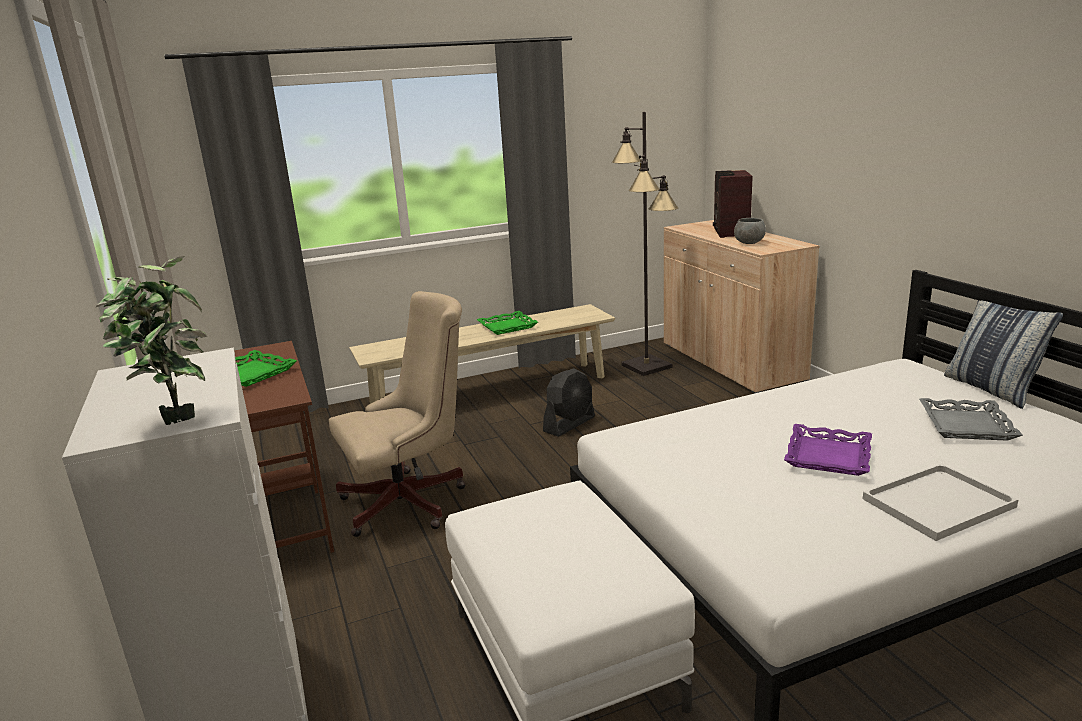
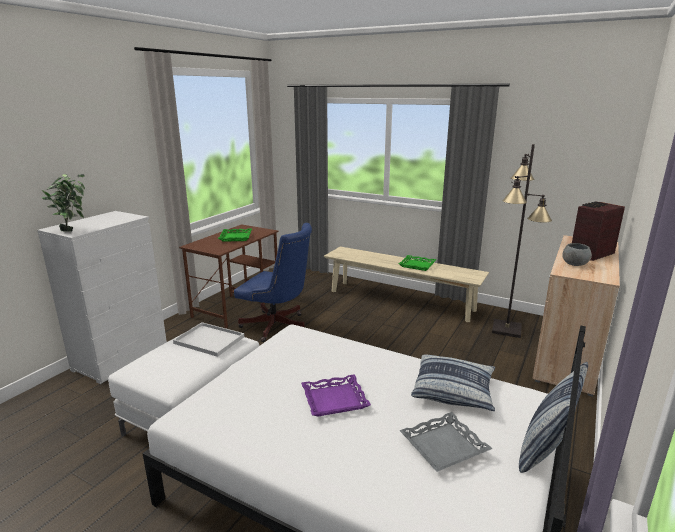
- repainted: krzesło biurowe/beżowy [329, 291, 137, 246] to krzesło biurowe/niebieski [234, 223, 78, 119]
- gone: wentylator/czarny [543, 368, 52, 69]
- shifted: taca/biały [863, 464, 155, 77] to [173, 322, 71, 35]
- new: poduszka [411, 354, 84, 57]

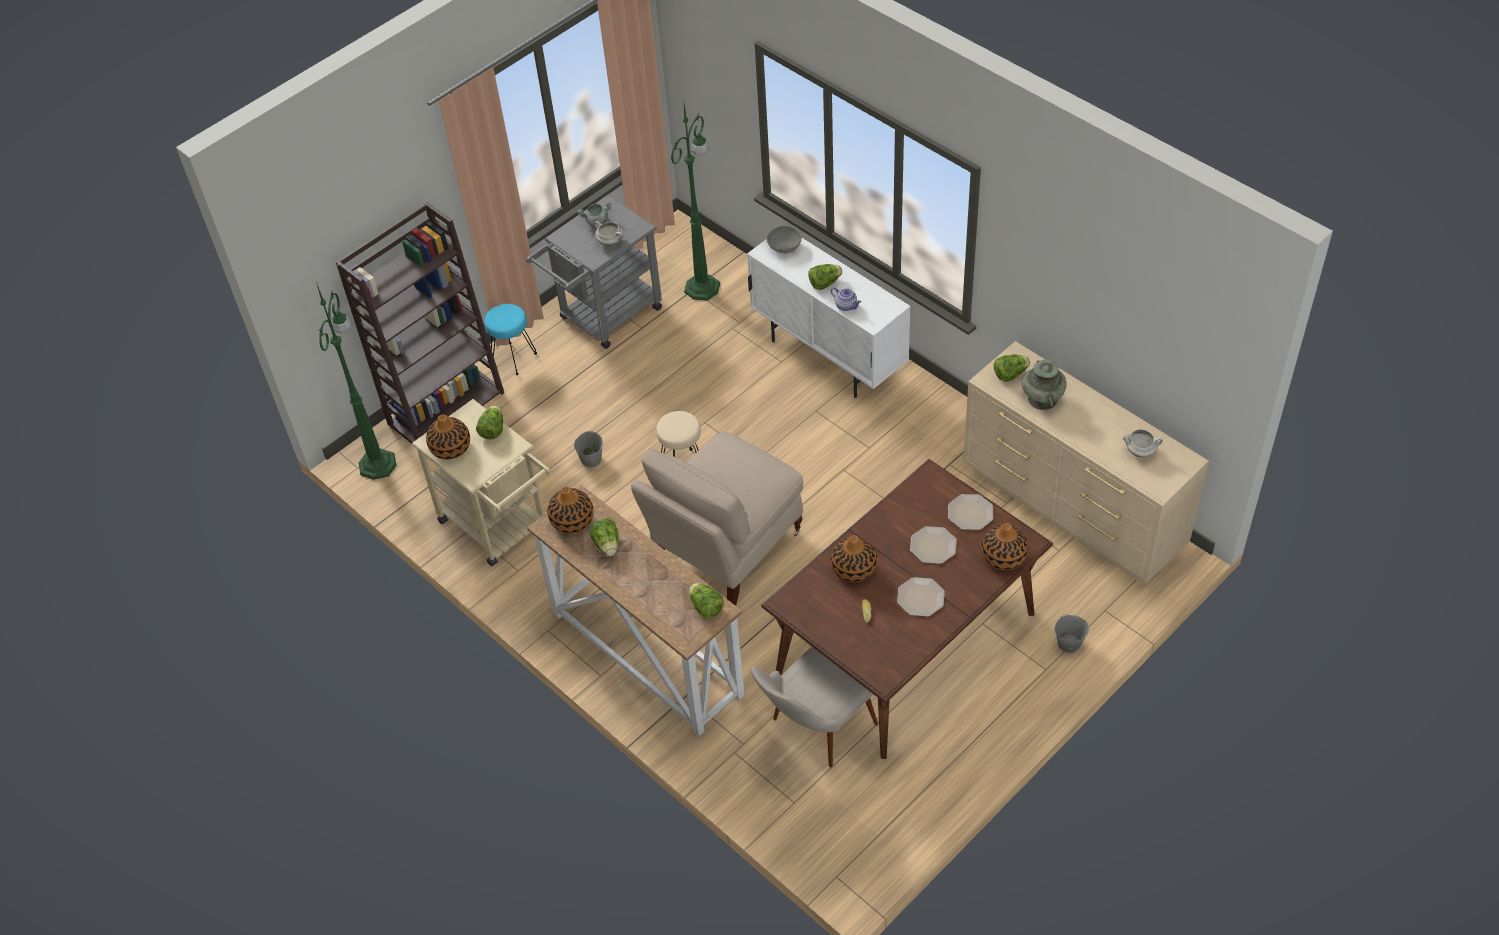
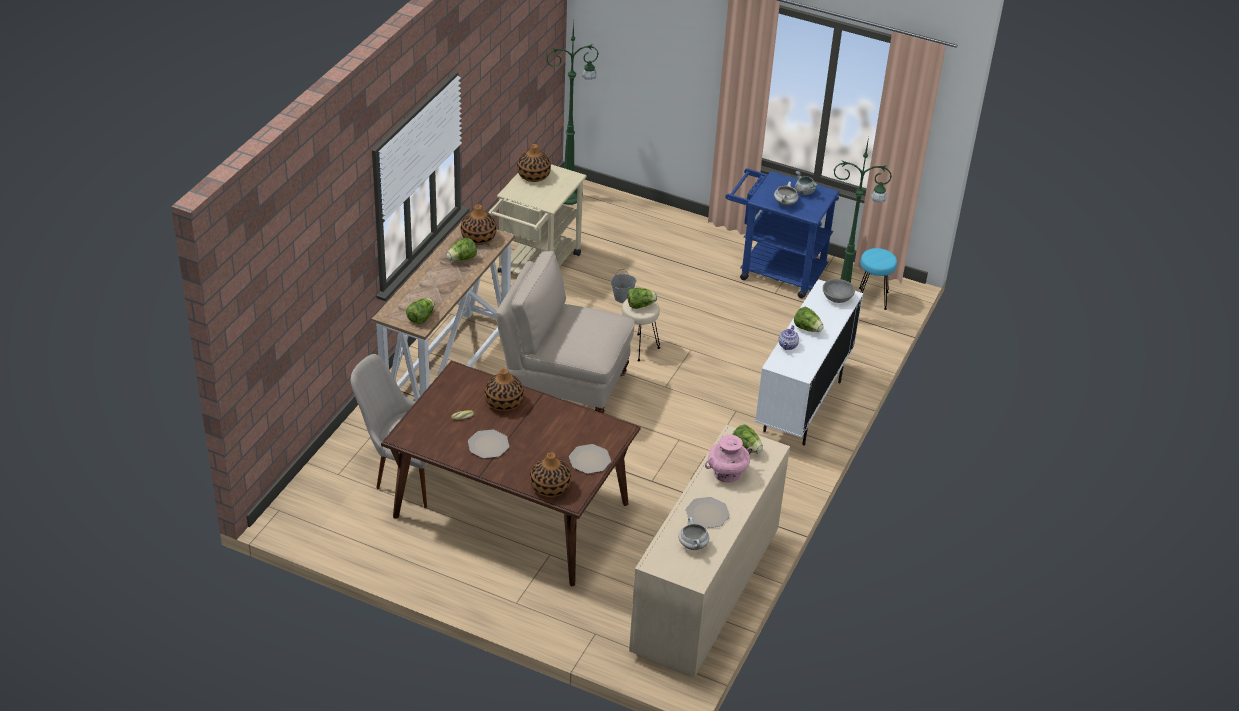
- repainted: wózek/szary [526, 195, 136, 154] to wózek/niebieski [725, 168, 114, 130]
- gone: regał/brązowy [336, 202, 168, 241]
- shifted: stołek/turkusowy [484, 304, 53, 71] to [859, 248, 38, 62]
- repainted: wazon/turkusowy [1022, 360, 45, 50] to wazon/różowy [705, 435, 48, 48]
- shifted: sałata [476, 406, 27, 34] to [628, 288, 29, 21]
- shifted: talerz [910, 526, 47, 38] to [686, 497, 44, 31]
- gone: wiadro/szary [1054, 614, 35, 39]

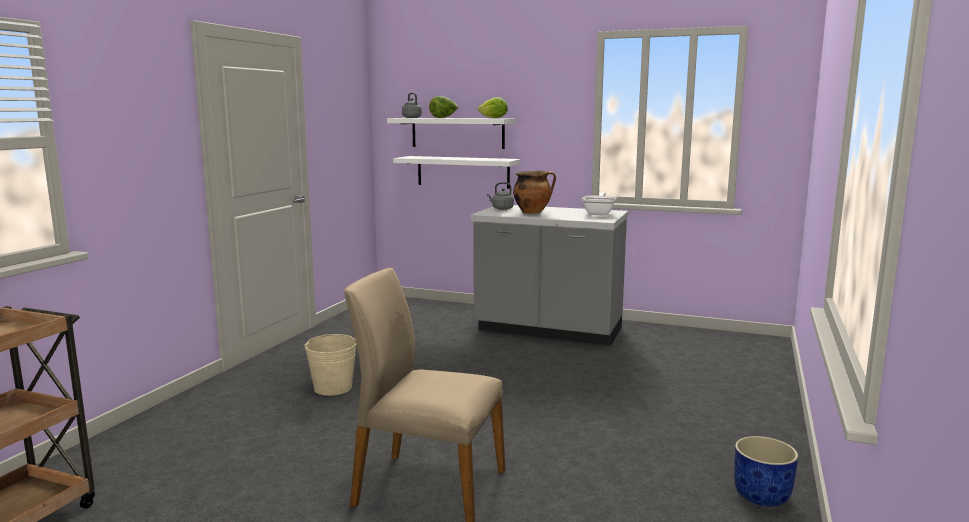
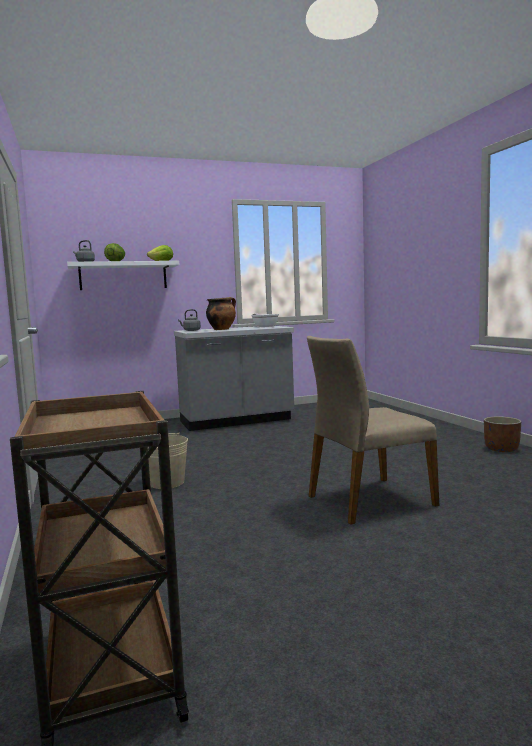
- gone: półka/biały [393, 156, 128, 33]
- repainted: donica/niebieski [734, 436, 64, 71] to donica/brązowy [484, 416, 37, 36]

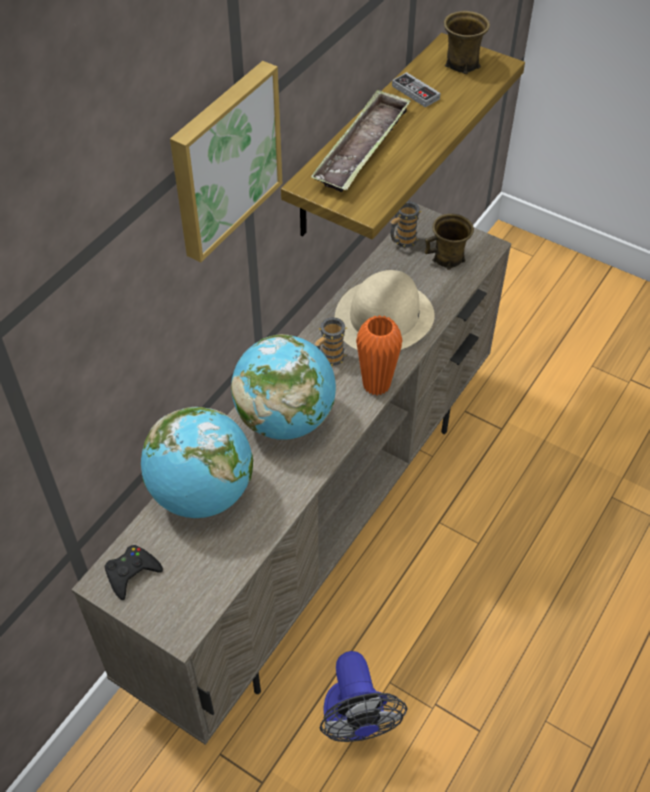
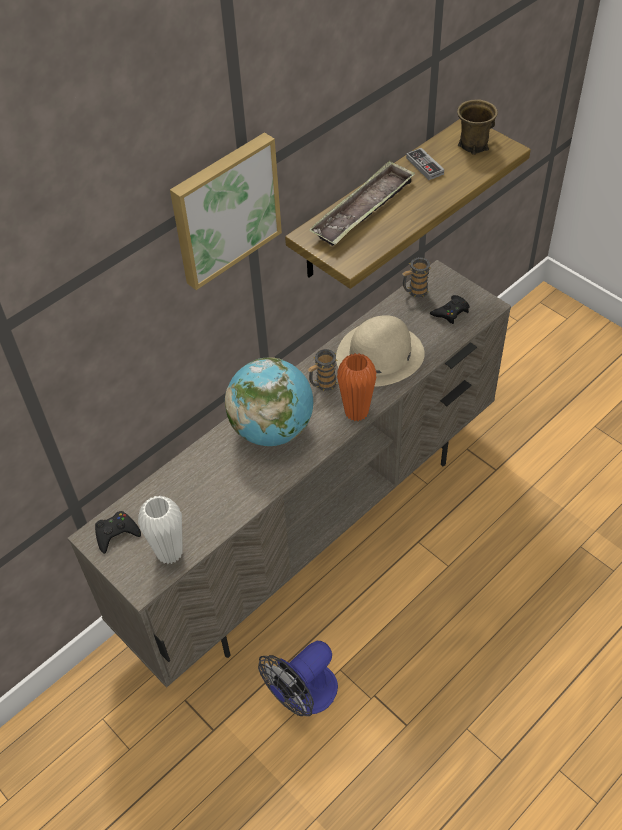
- swapped: kubek/brązowy [425, 214, 49, 56] to pad do gier/czarny [430, 295, 39, 29]
- gone: globus [141, 407, 112, 111]
- rotated: wentylator [320, 651, 87, 91] = [258, 641, 80, 75] 45 degrees clockwise
- new: wazon/biały [138, 496, 44, 68]

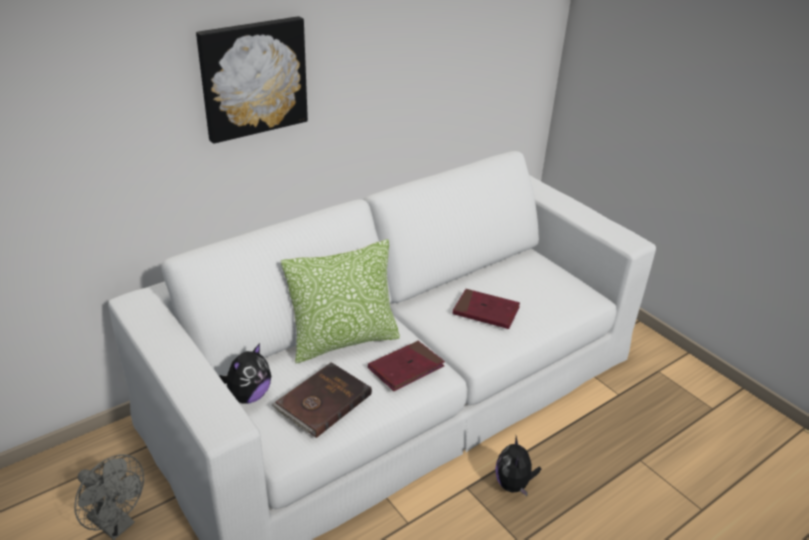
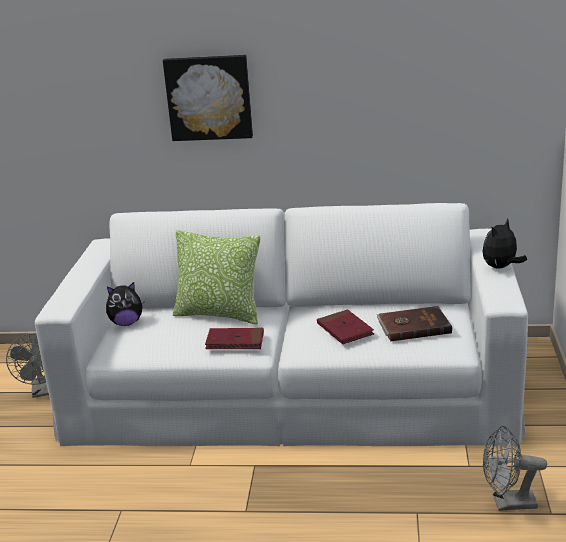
- shifted: książka/brązowy [272, 362, 100, 76] to [377, 306, 75, 35]
- shifted: pluszak [495, 436, 46, 60] to [482, 218, 45, 51]
- new: wentylator/szary [483, 425, 64, 86]

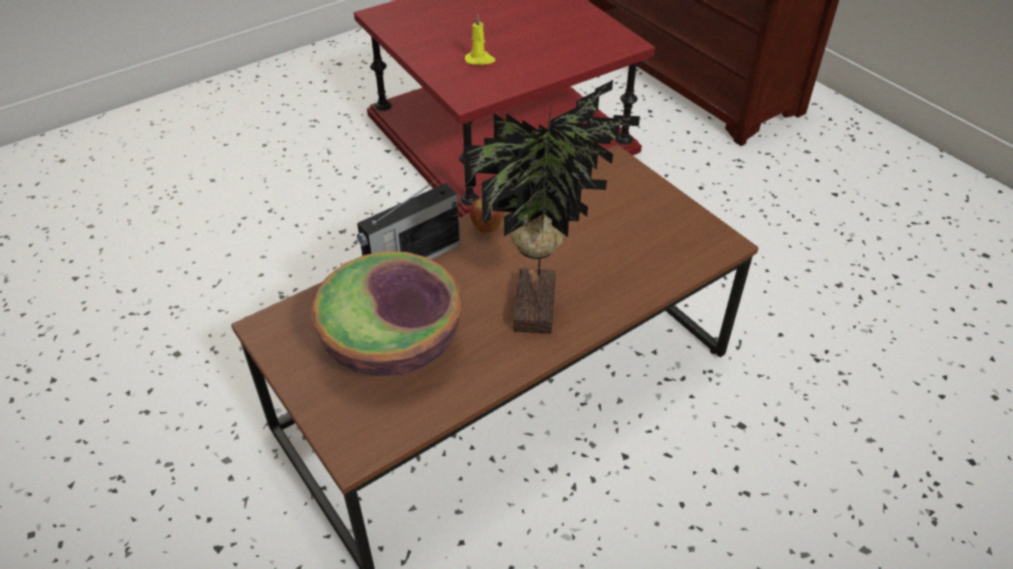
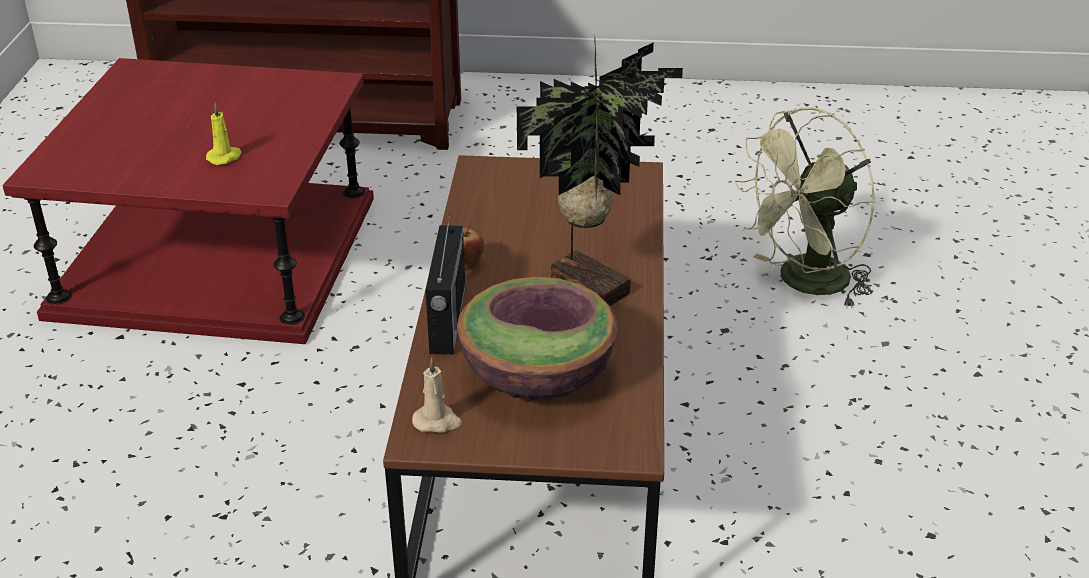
- new: wentylator/zielony [735, 107, 140, 202]
- new: świeca/beżowy [412, 358, 50, 75]

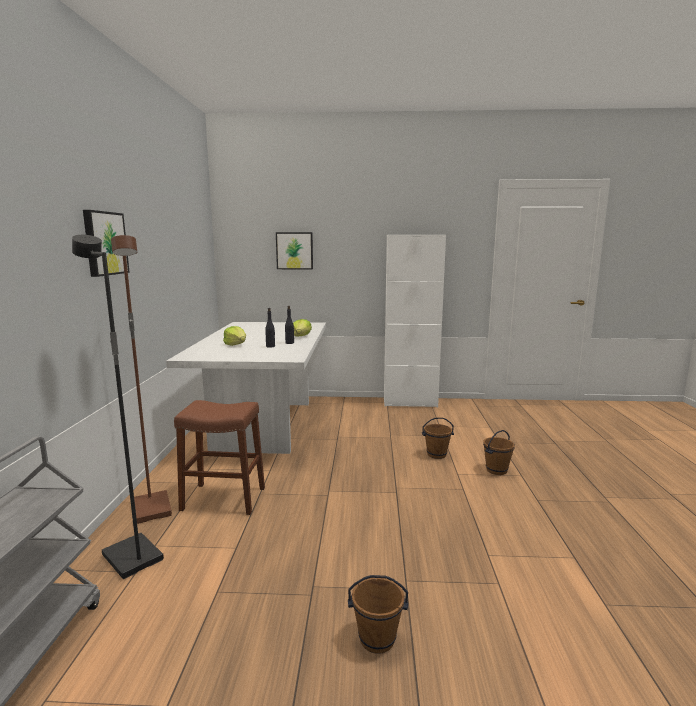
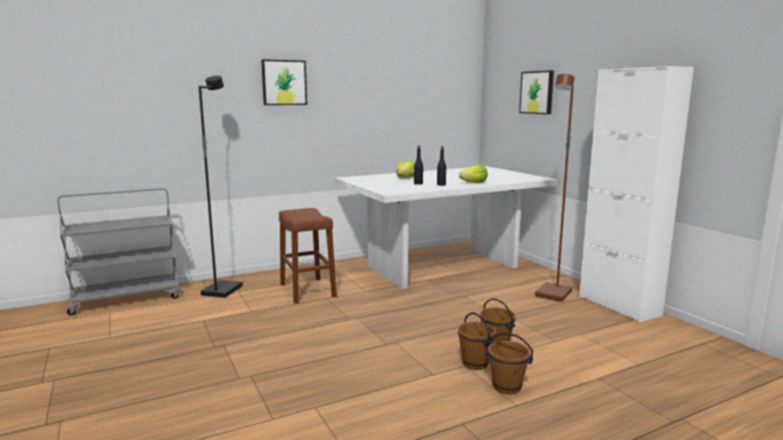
- shifted: lampa stojąca/brązowy [111, 235, 61, 289] to [535, 74, 40, 228]
- shifted: wiadro/brązowy [348, 575, 60, 79] to [458, 312, 38, 58]

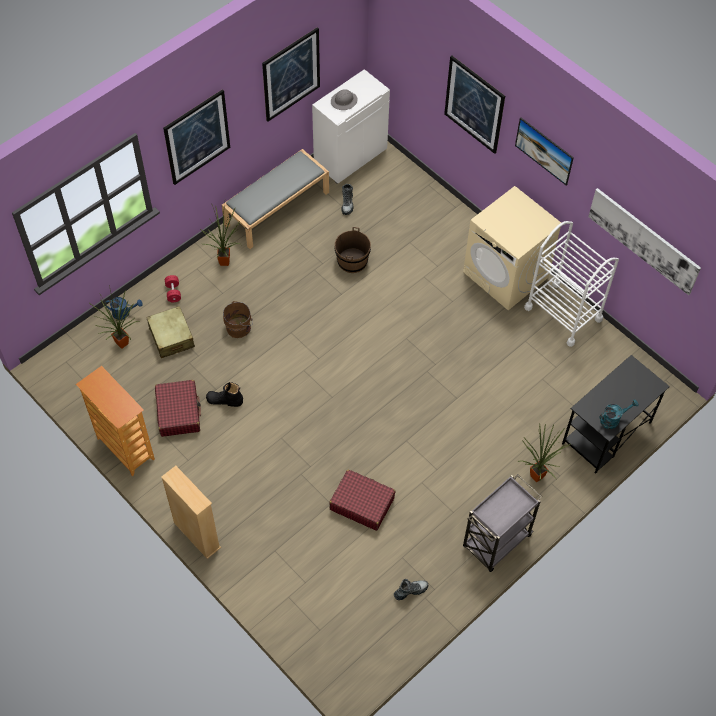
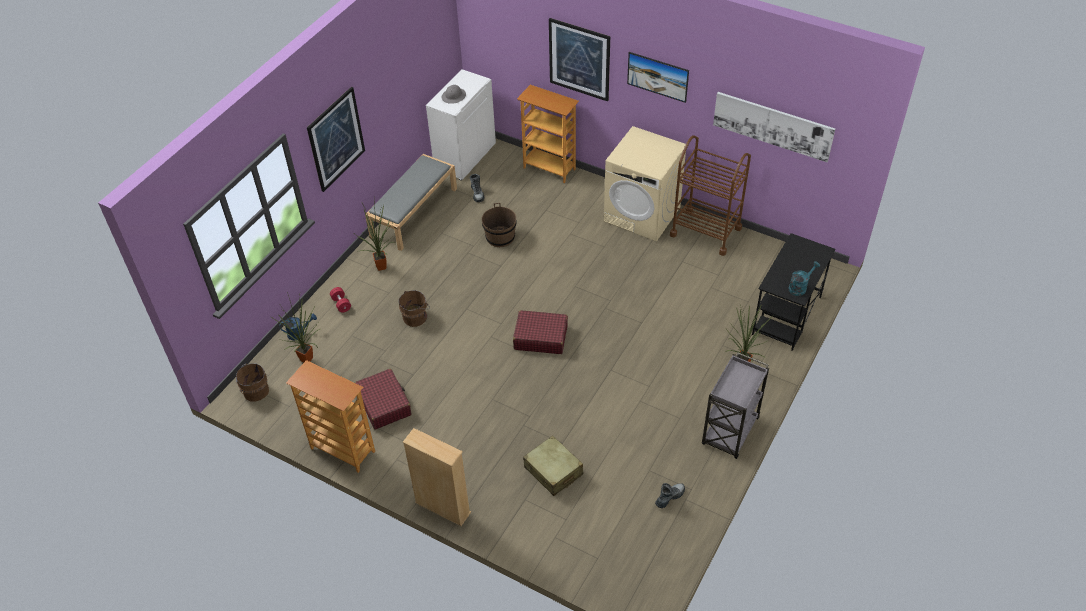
- gone: obraz [262, 27, 58, 95]
- repainted: wózek/biały [524, 221, 95, 126] to wózek/brązowy [670, 135, 81, 121]
- shifted: walizka/beżowy [146, 306, 49, 52] to [523, 435, 60, 61]
- gone: but z cholewką/czarny [206, 382, 37, 25]
- shifted: walizka/czerwony [329, 470, 66, 61] to [513, 310, 55, 44]
- new: regał [517, 85, 62, 98]
- new: wiadro/brązowy [236, 363, 33, 39]

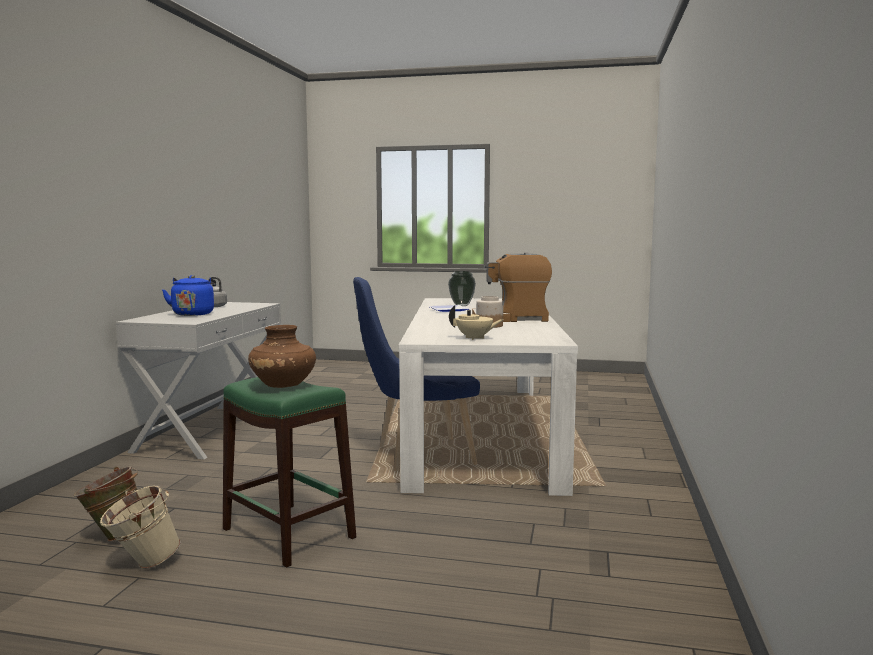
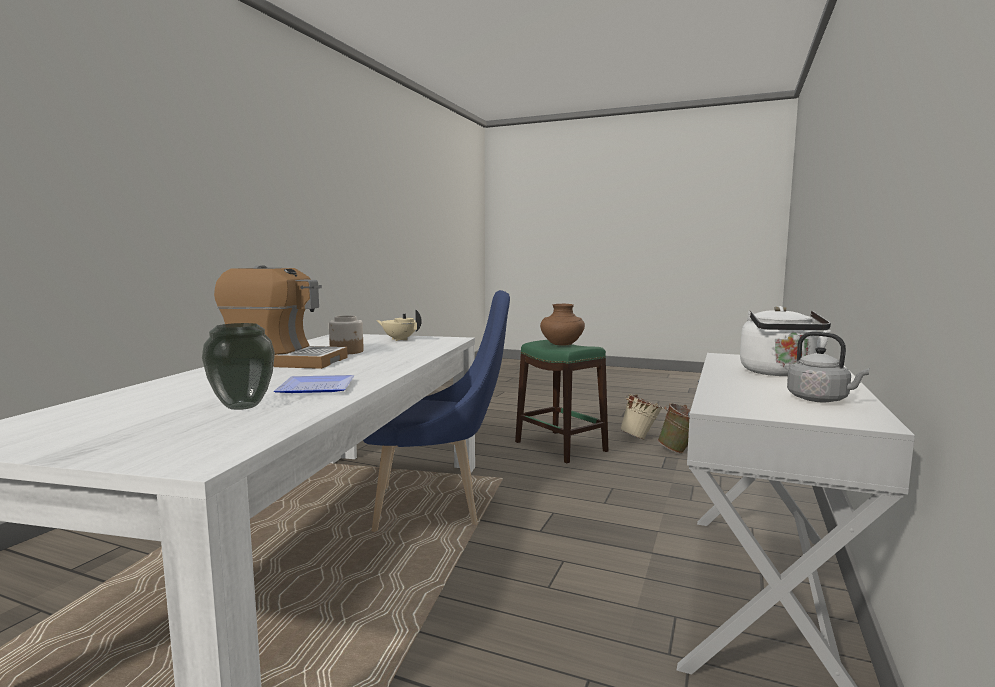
- repainted: czajnik/niebieski [162, 275, 54, 41] to czajnik/biały [740, 306, 91, 70]

